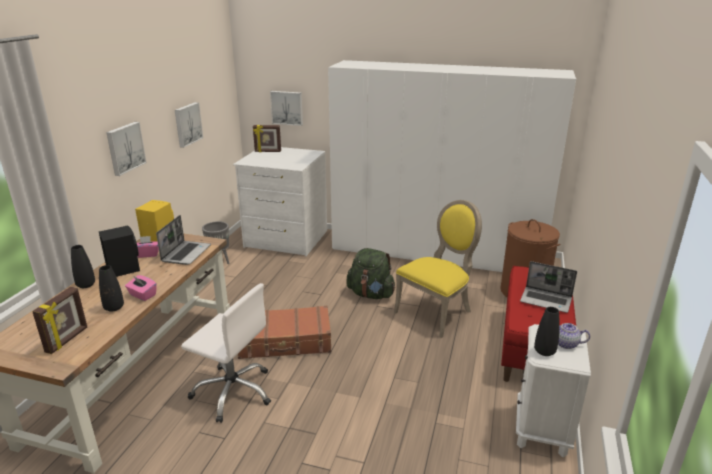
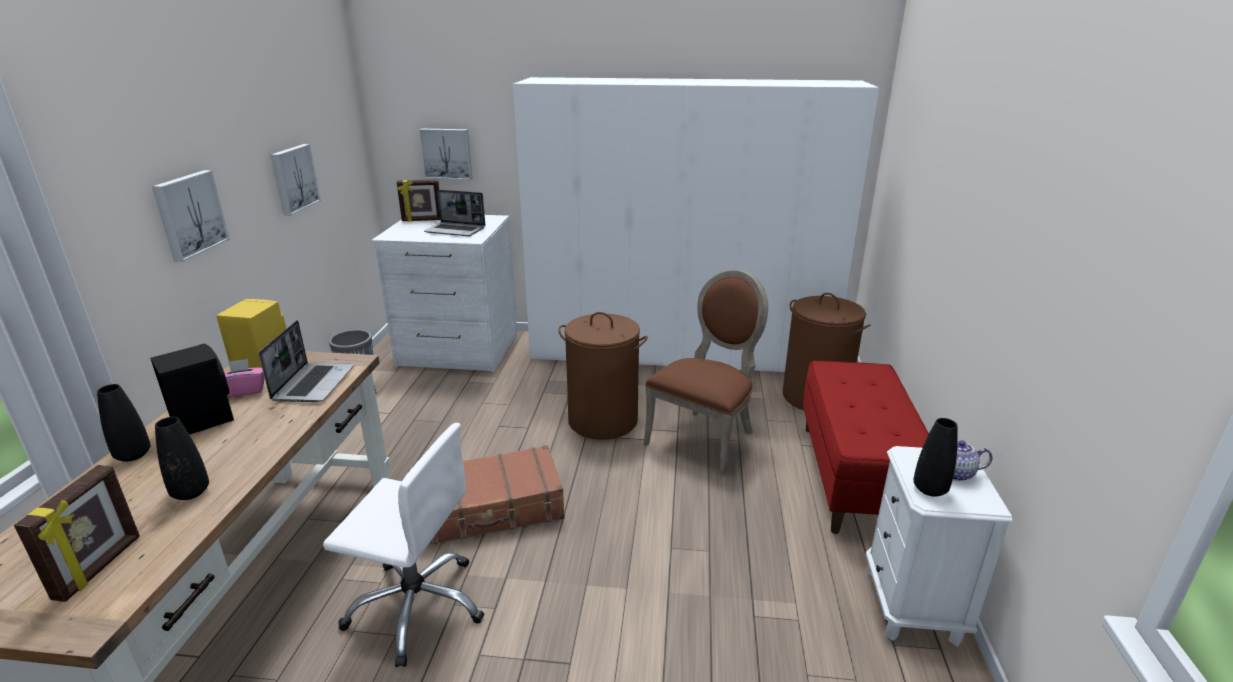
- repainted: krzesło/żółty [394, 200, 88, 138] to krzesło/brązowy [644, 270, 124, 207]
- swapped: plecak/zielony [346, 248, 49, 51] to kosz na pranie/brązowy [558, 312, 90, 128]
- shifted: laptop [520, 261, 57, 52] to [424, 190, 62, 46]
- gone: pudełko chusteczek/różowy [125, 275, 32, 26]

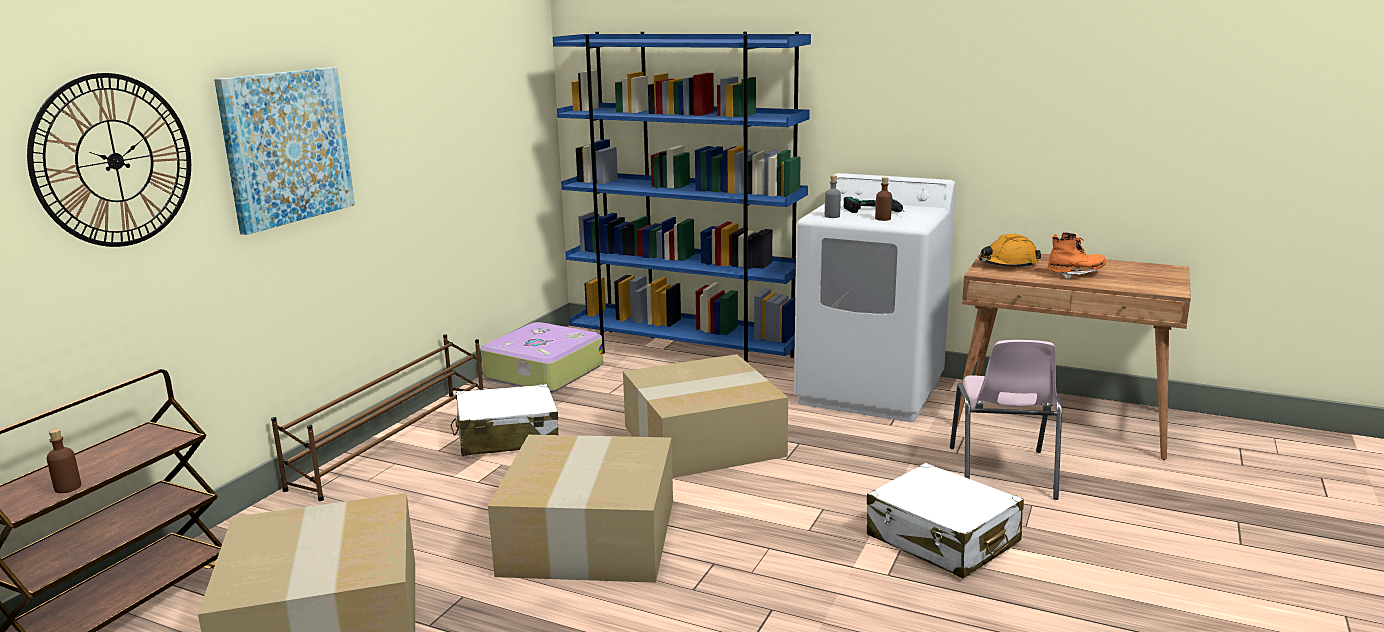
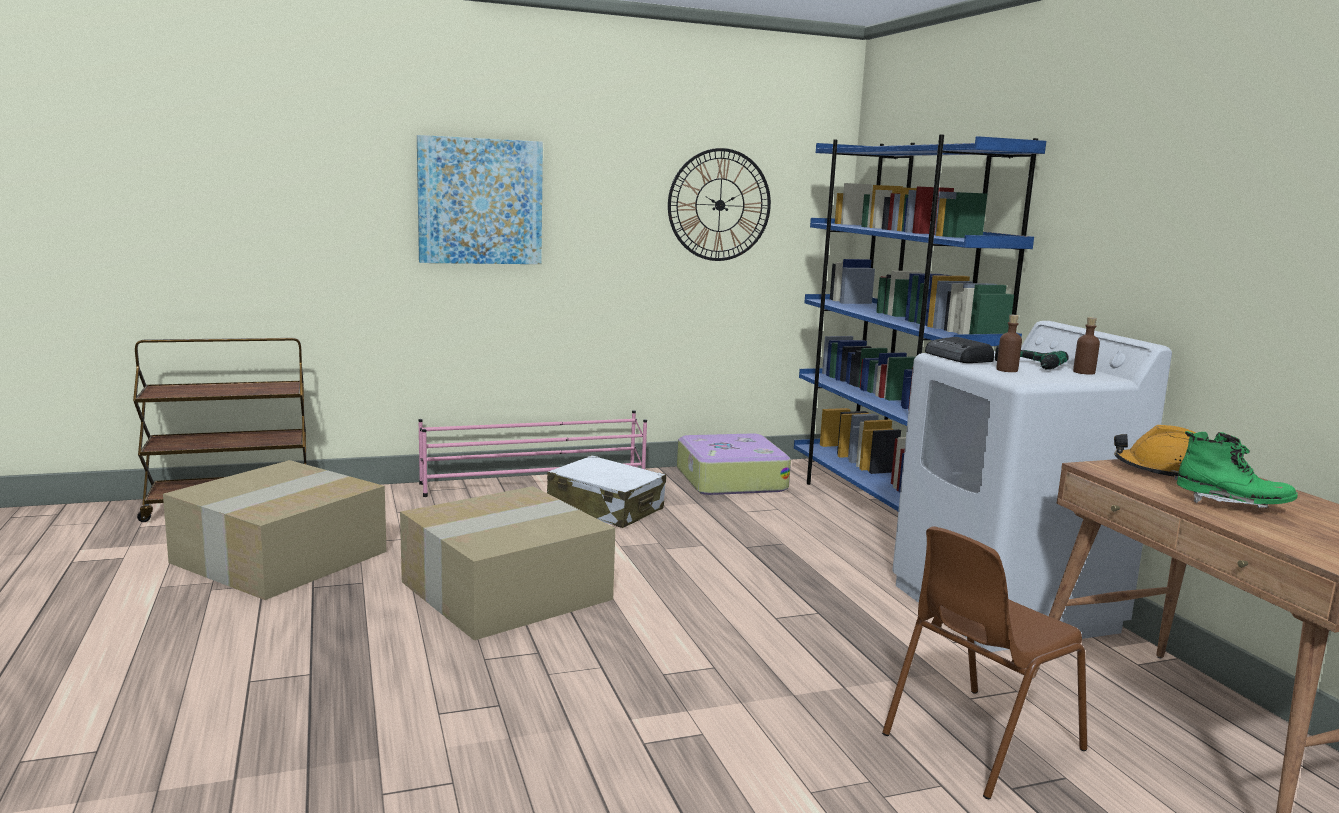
- shifted: zegar ścienny [27, 73, 164, 174] to [668, 148, 103, 113]
- swapped: butelka/szary [825, 175, 16, 43] to radio [925, 337, 69, 26]
- repainted: but z cholewką/pomarańczowy [1047, 232, 59, 47] to but z cholewką/zielony [1177, 431, 121, 77]
- repainted: regał na buty/brązowy [271, 334, 212, 167] to regał na buty/różowy [418, 410, 229, 87]
- repainted: krzesło/różowy [950, 340, 112, 160] to krzesło/brązowy [882, 526, 205, 273]
- gone: karton [623, 354, 165, 124]
- shifted: butelka/brązowy [46, 429, 35, 64] to [1073, 317, 27, 58]
- gone: walizka/biały [867, 463, 157, 115]

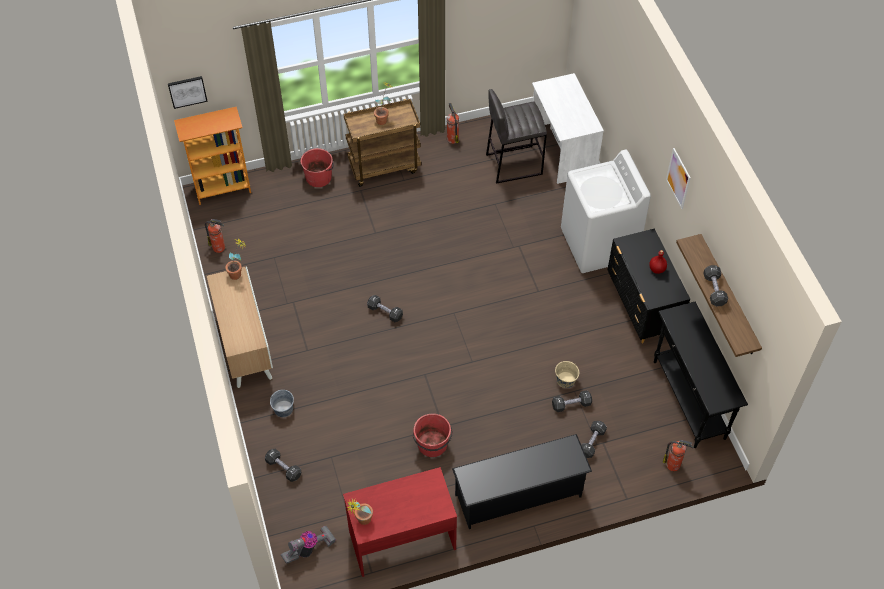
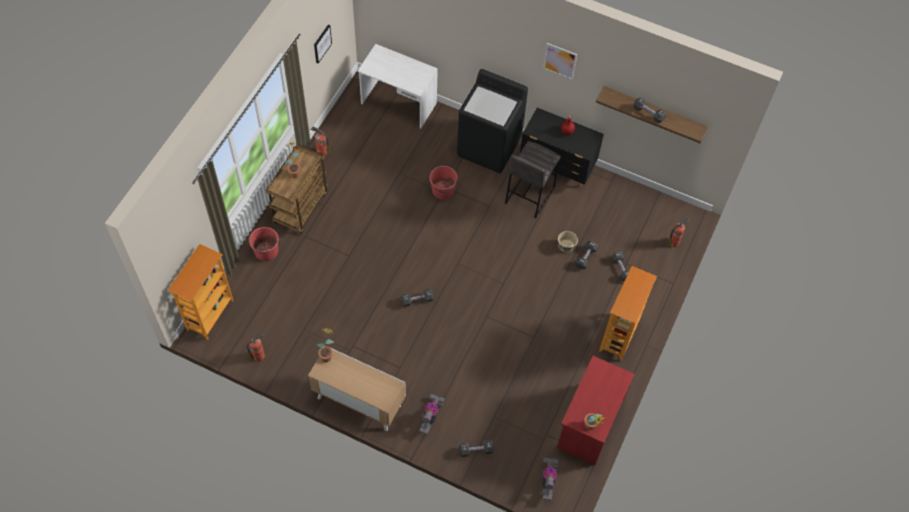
- shifted: obraz [168, 76, 40, 33] to [314, 25, 18, 39]
- shifted: stołek/szary [486, 89, 61, 95] to [505, 141, 56, 77]
- repainted: pralka/biały [561, 149, 90, 124] to pralka/czarny [457, 69, 71, 104]
- gone: stolik konsolowy/czarny [654, 302, 94, 146]
- swapped: wiadro/szary [270, 390, 24, 27] to odkurzacz [419, 394, 26, 41]
- shifted: wiadro/czerwony [413, 414, 40, 43] to [429, 166, 29, 33]
- swapped: regał na buty/czarny [452, 434, 140, 95] to regał [599, 266, 58, 95]

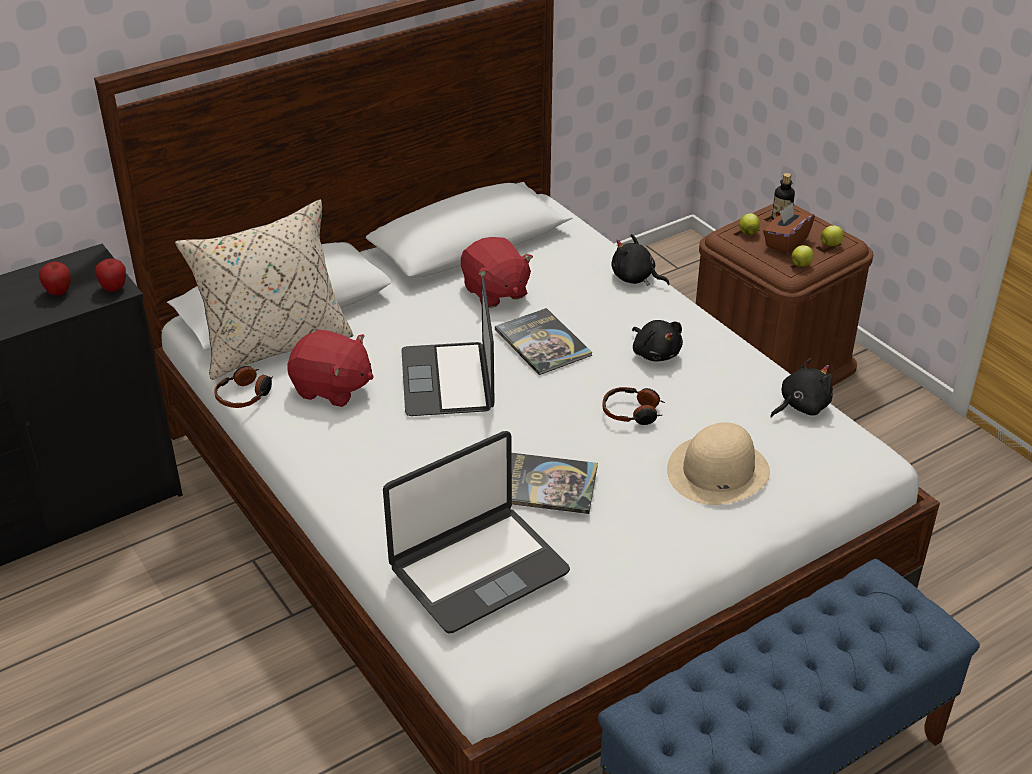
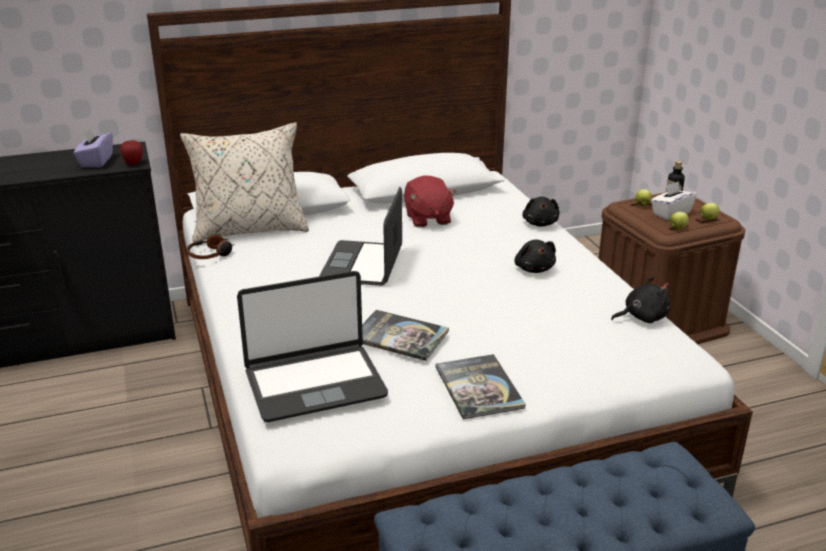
- repainted: pudełko chusteczek/brązowy [763, 203, 52, 51] to pudełko chusteczek/biały [651, 181, 46, 39]
- rotated: pluszak/czarny [611, 234, 59, 52] = [522, 197, 38, 30] 135 degrees counterclockwise
- swapped: jabłko [39, 262, 32, 33] to pudełko chusteczek/fioletowy [74, 127, 39, 40]
- shifted: książka [495, 308, 97, 67] to [436, 354, 90, 65]
- gone: pluszak/czerwony [287, 330, 87, 77]
- gone: słuchawki [602, 387, 63, 38]
- gone: kapelusz/beżowy [667, 422, 103, 83]

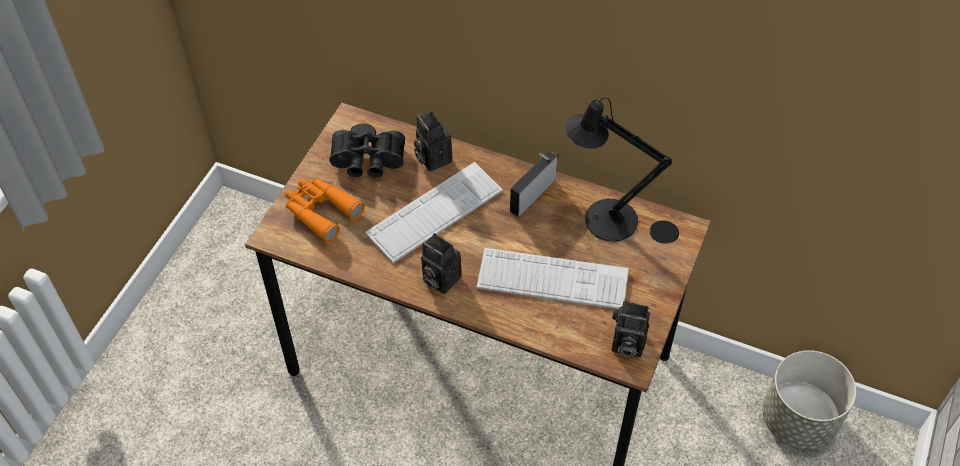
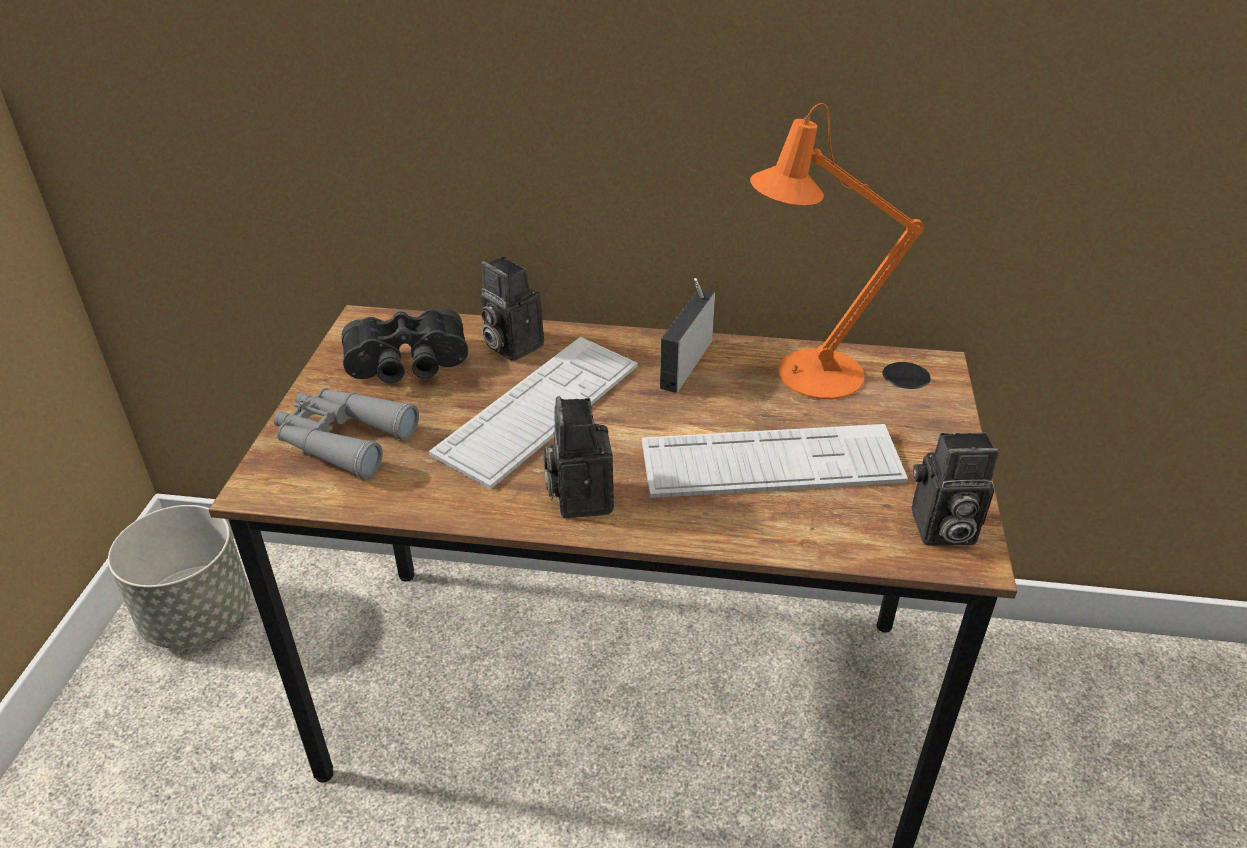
- repainted: lampa stołowa/czarny [565, 97, 107, 144] to lampa stołowa/pomarańczowy [750, 103, 174, 296]
- repainted: lornetka/pomarańczowy [285, 177, 80, 66] to lornetka/szary [274, 388, 145, 91]
- rotated: aparat fotograficzny [421, 233, 41, 61] = [543, 396, 71, 122] 60 degrees clockwise
- shifted: donica/szary [763, 350, 93, 100] to [108, 505, 142, 143]

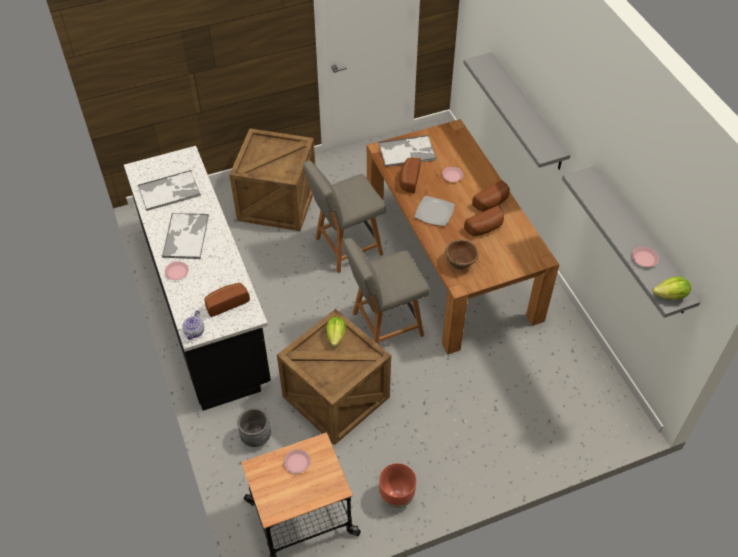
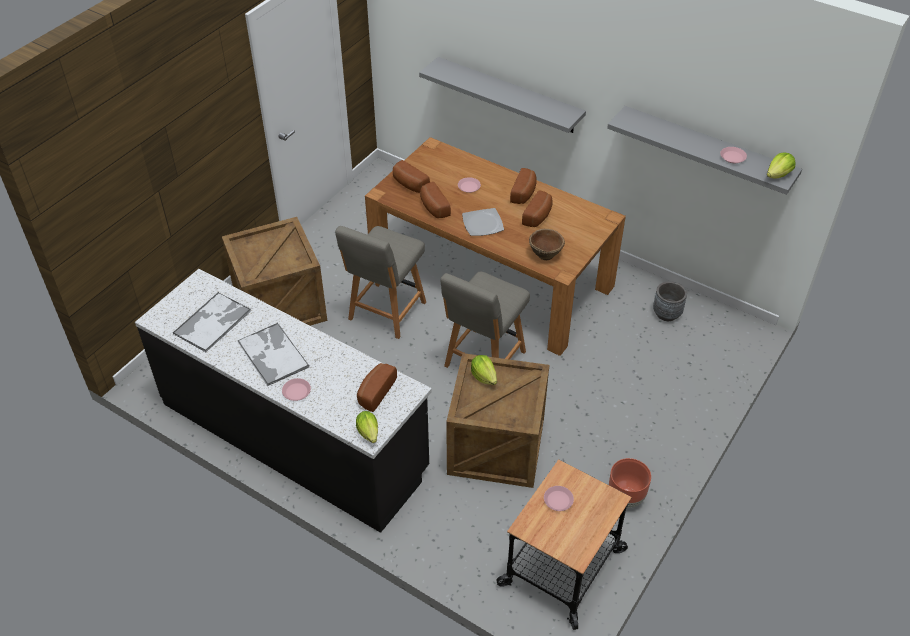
- swapped: taca [378, 135, 58, 32] to chleb [393, 160, 37, 33]
- swapped: imbryk [182, 310, 22, 30] to sałata [356, 411, 22, 32]
- shifted: donica/szary [237, 408, 34, 39] to [653, 281, 34, 40]

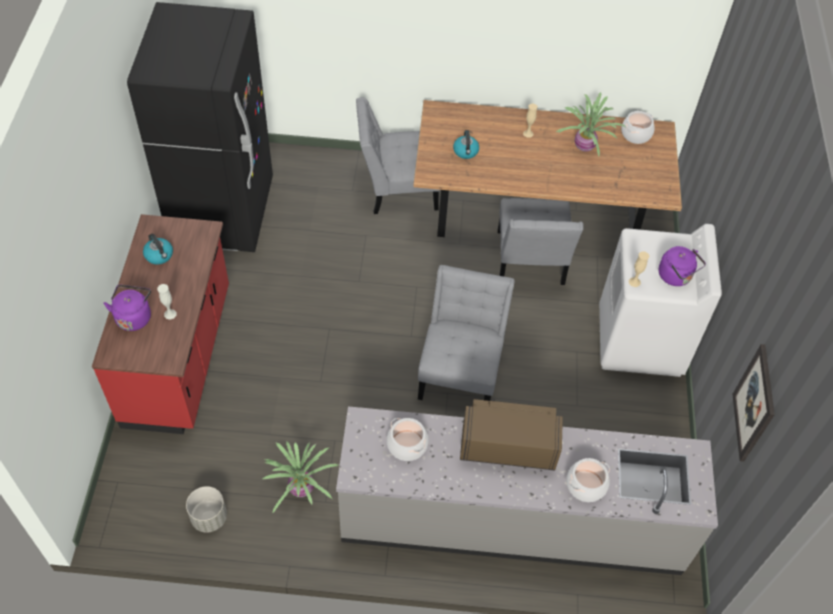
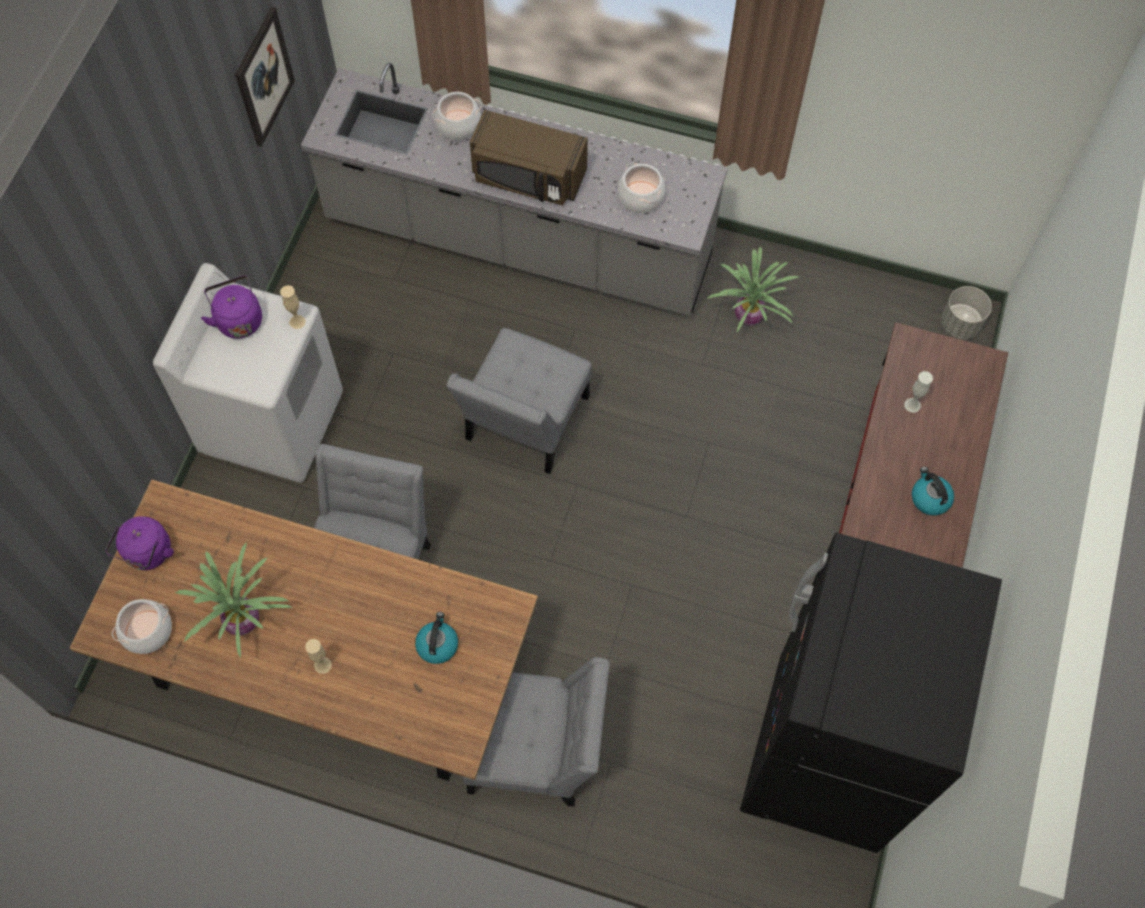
- shifted: czajnik/fioletowy [104, 285, 47, 46] to [105, 516, 69, 54]
- shifted: donica/szary [186, 486, 41, 47] to [941, 286, 51, 53]

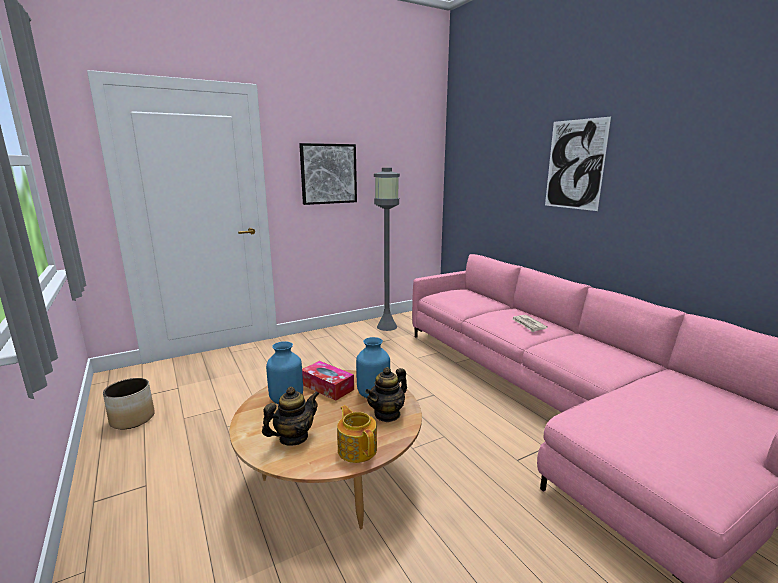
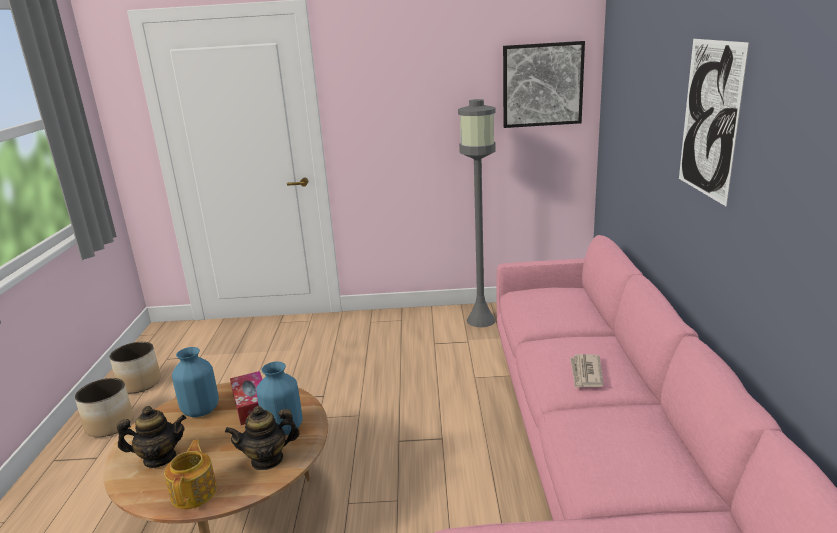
- shifted: obraz [299, 143, 58, 62] to [503, 41, 82, 87]
- new: donica [75, 378, 59, 59]

